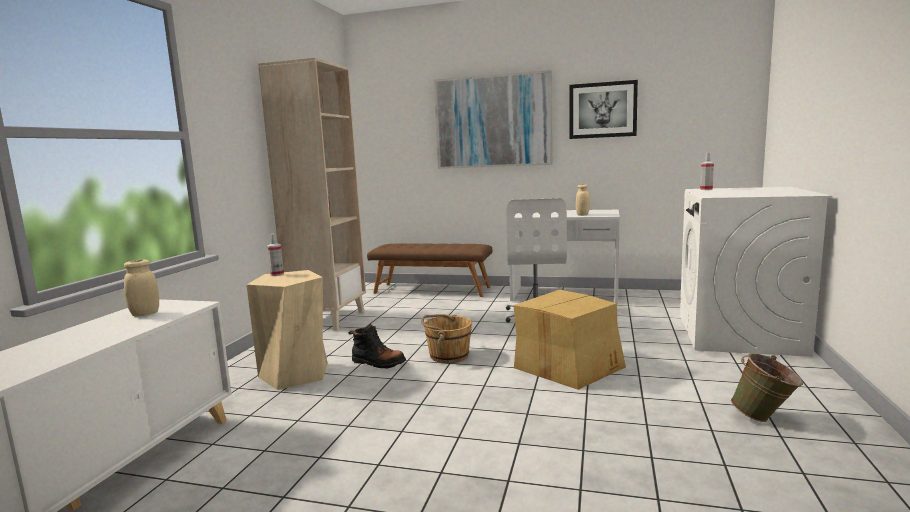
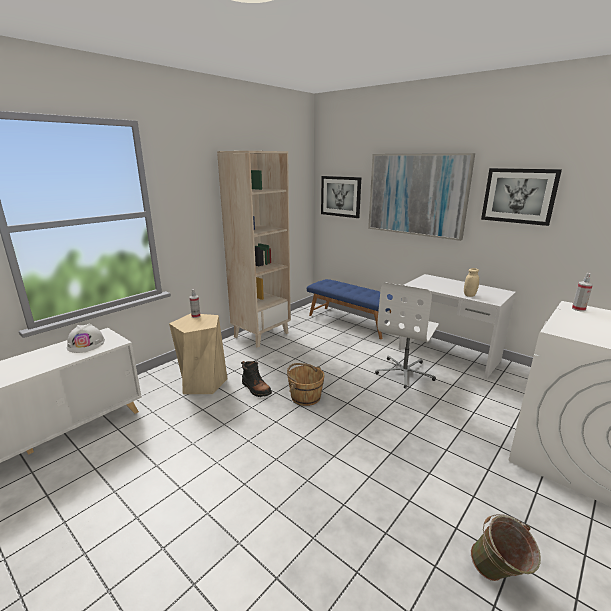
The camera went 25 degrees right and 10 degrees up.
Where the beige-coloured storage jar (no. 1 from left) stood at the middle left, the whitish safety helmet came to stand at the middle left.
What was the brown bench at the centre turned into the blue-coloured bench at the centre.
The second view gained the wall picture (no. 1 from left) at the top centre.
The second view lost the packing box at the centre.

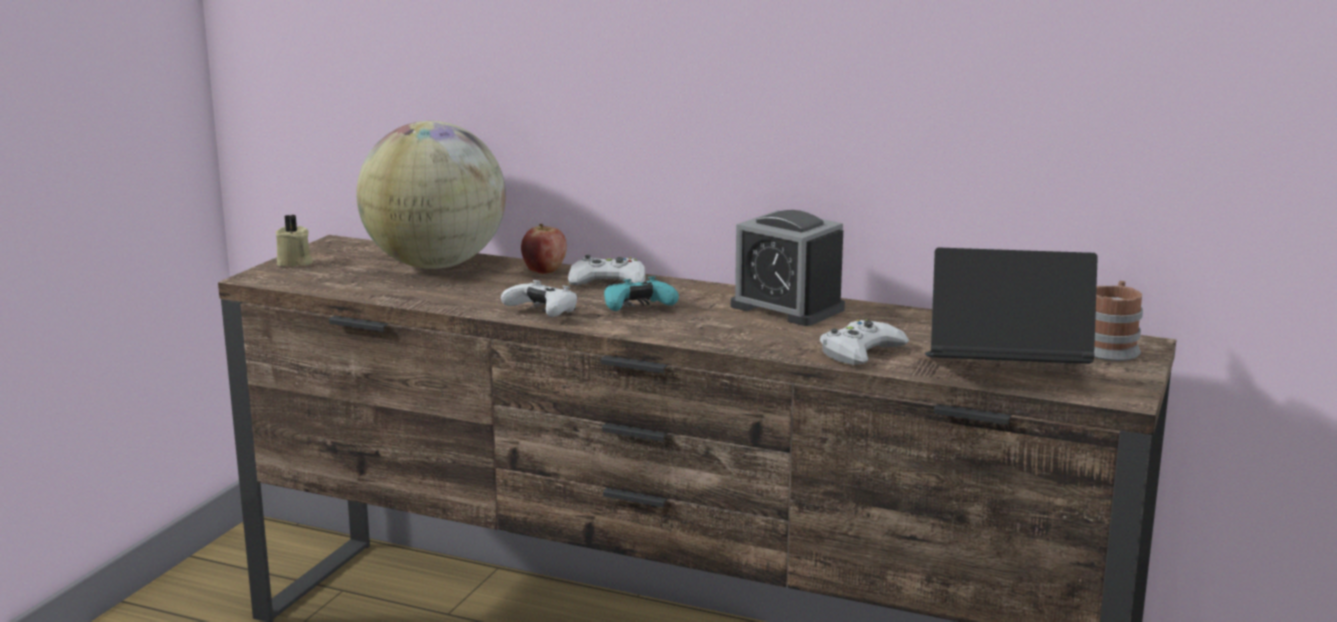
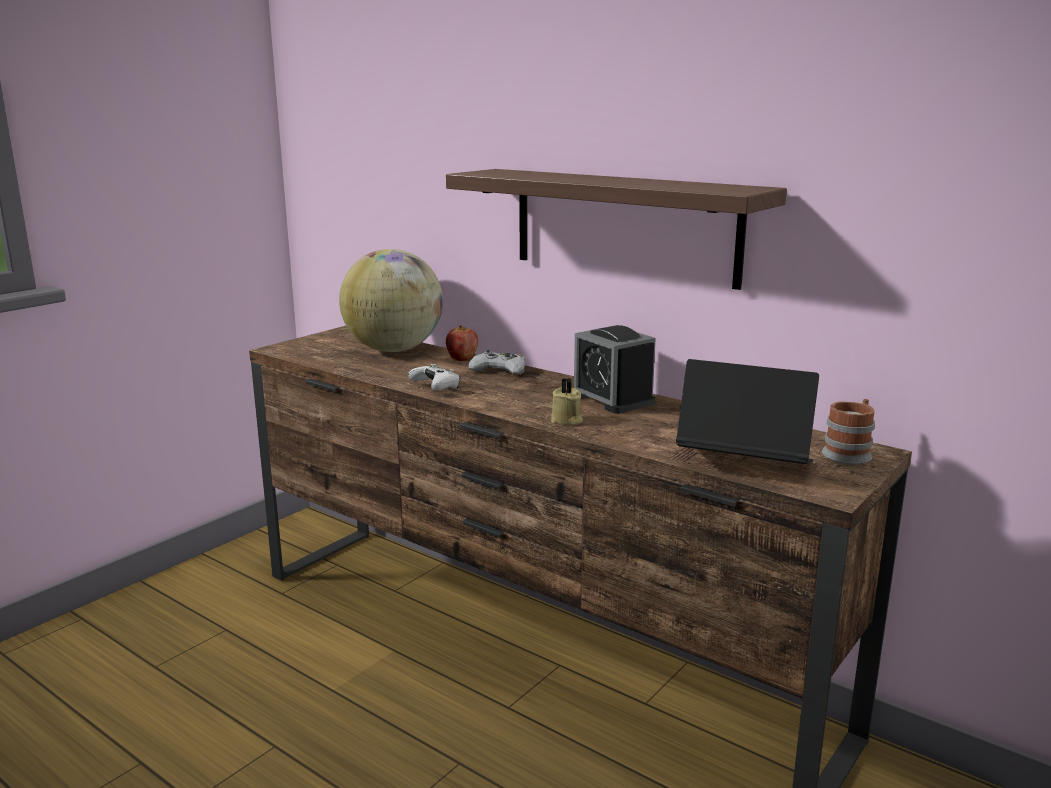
The camera went 15 degrees right and 0 degrees up.
The second view gained the wall shelf at the top centre.
The beige-coloured candle ended up elsewhere, having gone from the middle left to the centre.
The second view lost the blue-green gamepad at the centre.
The second view lost the whitish gamepad (no. 3 from left) at the centre.

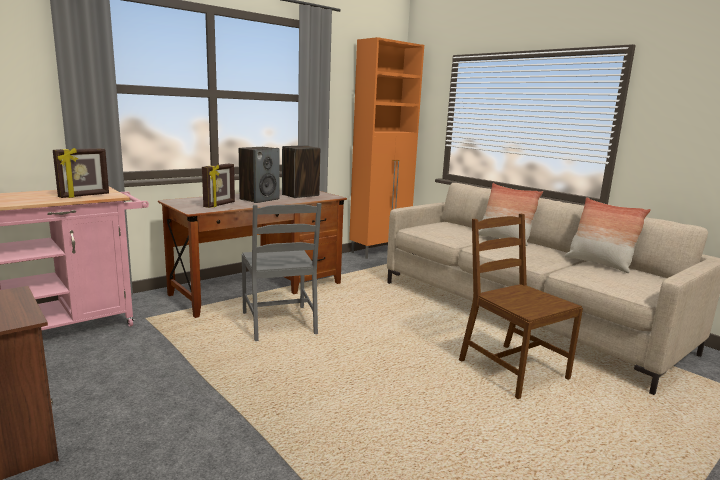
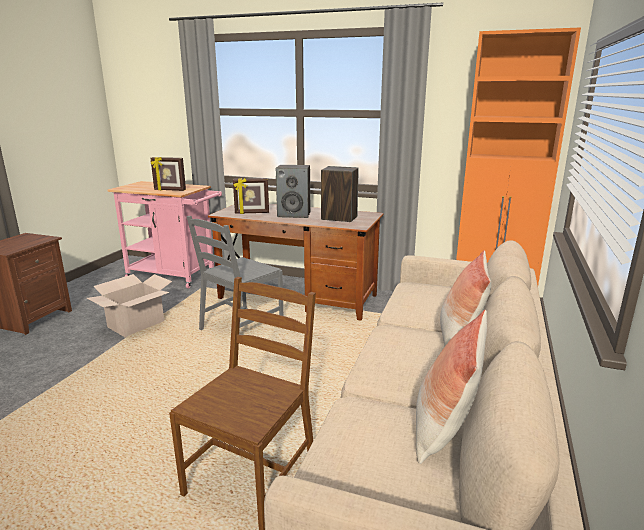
The camera went 60 degrees right and 5 degrees up.
The second view gained the packing box at the middle left.

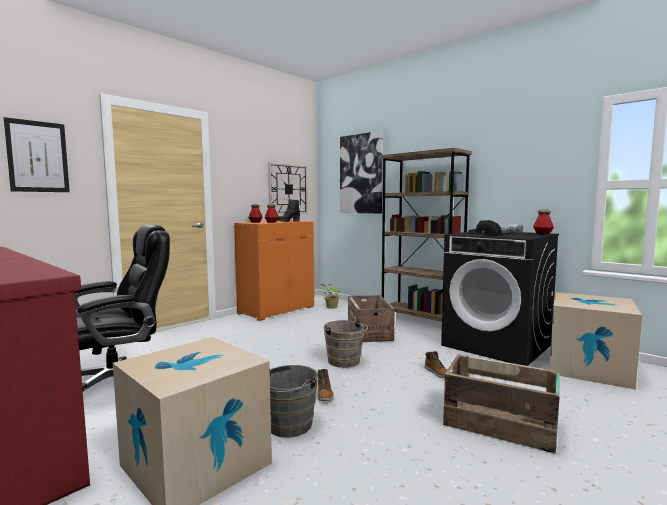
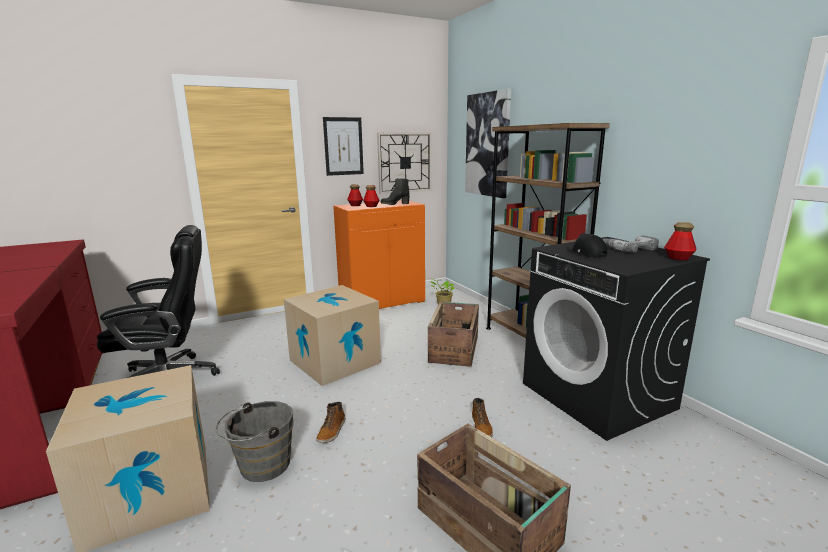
The camera went 20 degrees right and 10 degrees up.
The packing box (no. 2 from left) ended up elsewhere, having gone from the bottom right to the centre.
The wall picture (no. 1 from left) ended up elsewhere, having gone from the top left to the top centre.
The second view lost the brown bucket at the bottom centre.

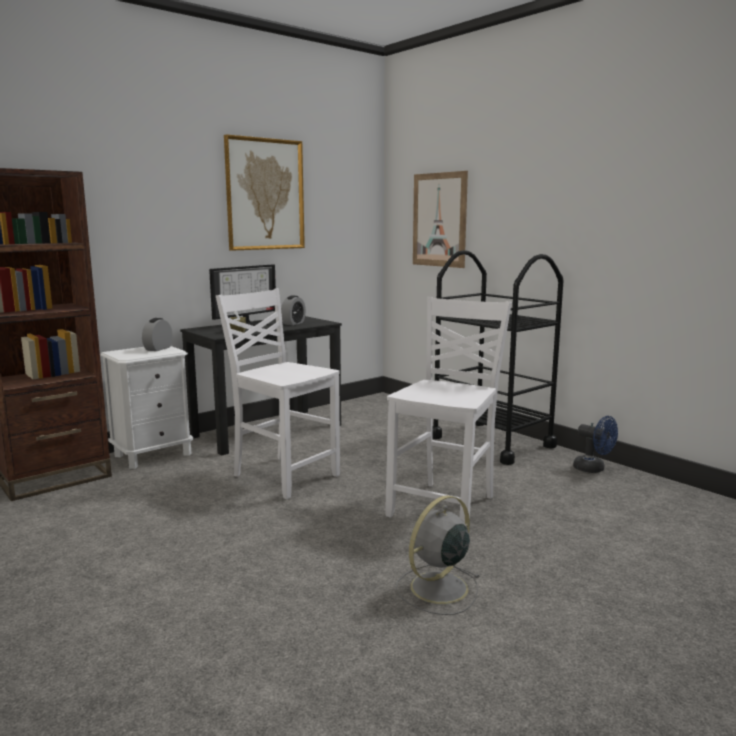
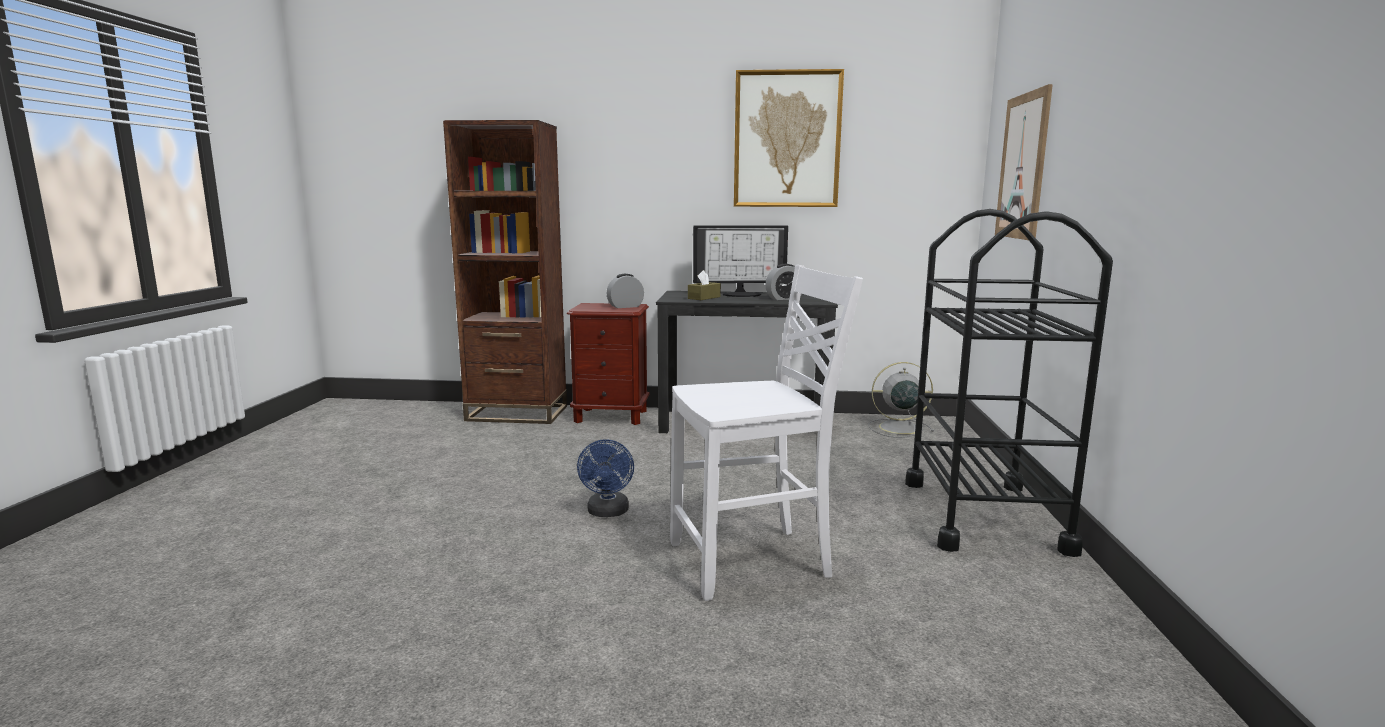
The camera went 45 degrees right and 0 degrees up.
What was the whitish nightstand at the middle left turned into the brown nightstand at the centre.
The blue-coloured fan ended up elsewhere, having gone from the middle right to the centre.
The gray fan ended up elsewhere, having gone from the bottom centre to the centre.
The second view lost the whitish plain chair (no. 1 from left) at the centre.

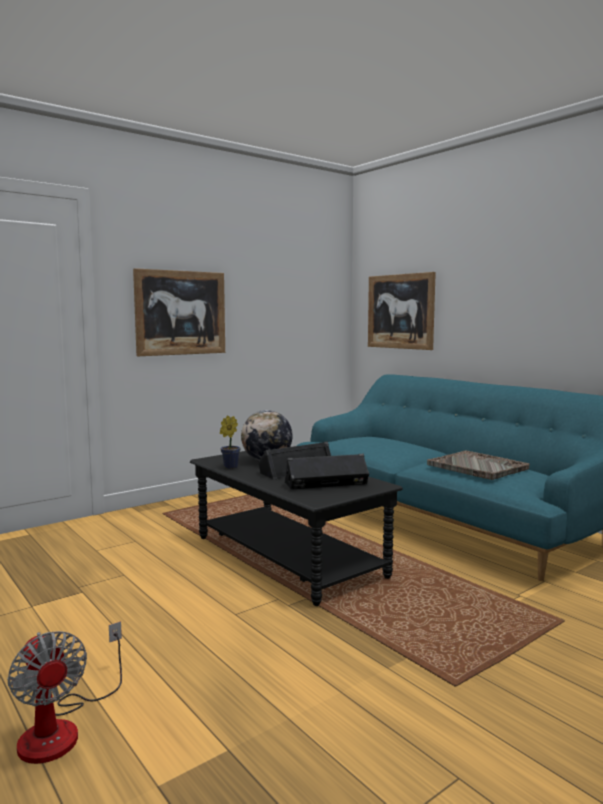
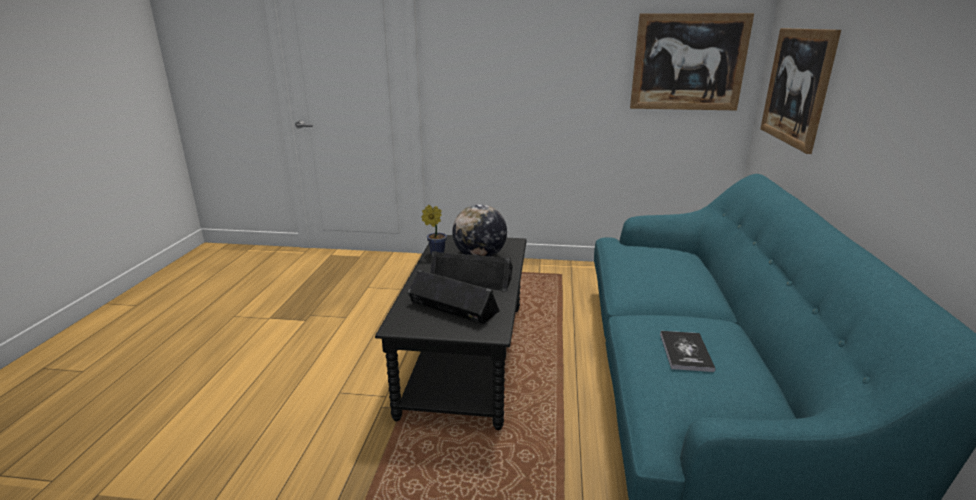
The camera went 45 degrees right and 15 degrees up.
The wall picture (no. 1 from left) ended up elsewhere, having gone from the middle left to the top right.
Where the gray carrying tray stood at the middle right, the book came to stand at the bottom right.
The second view lost the fan at the bottom left.

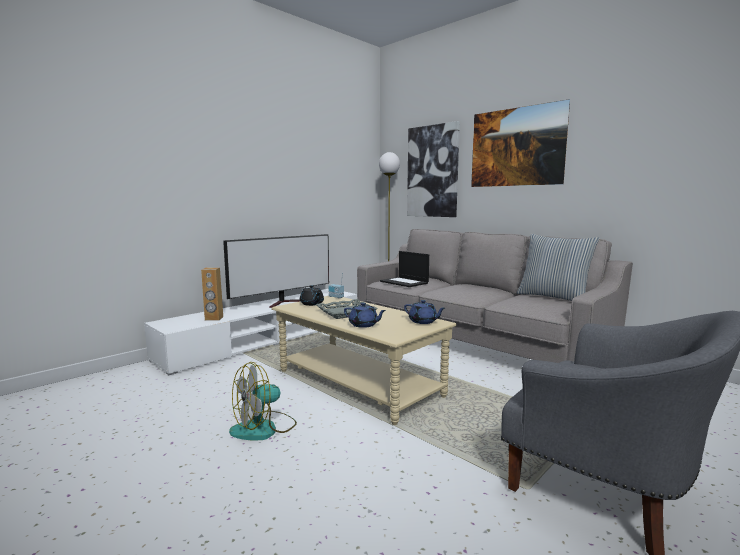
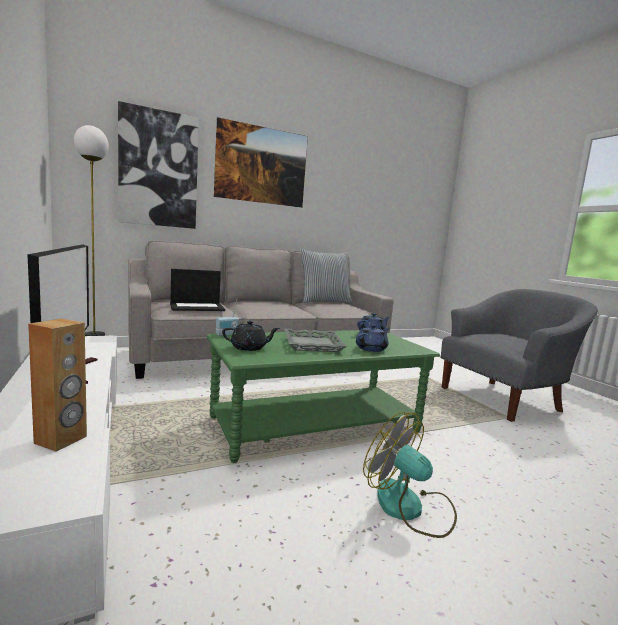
The camera went 70 degrees left and 0 degrees up.
What was the beige-coloured lounge table at the centre turned into the green lounge table at the centre.
The fan at the bottom centre ended up facing another way, 150 degrees clockwise from before.

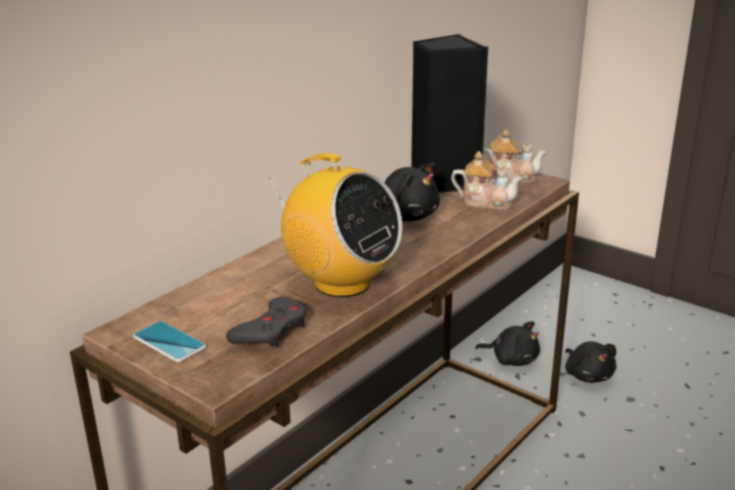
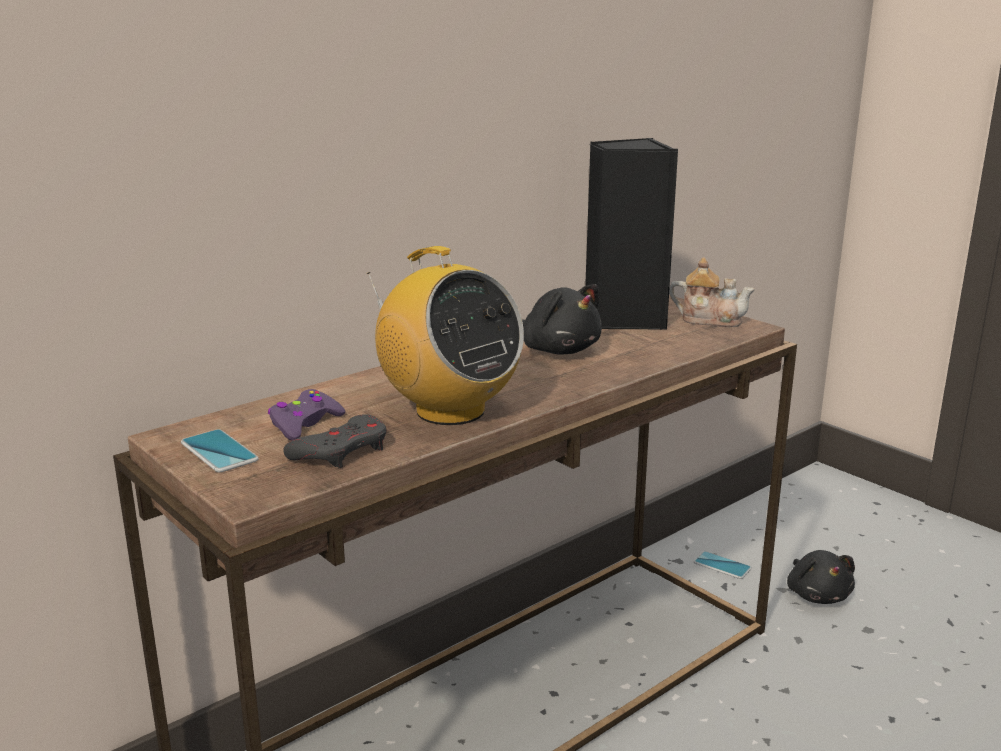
The camera went 10 degrees right and 5 degrees down.
The second view gained the purple-coloured gamepad at the middle left.
Where the blackish soft toy (no. 2 from left) stood at the bottom right, the handset (no. 2 from left) came to stand at the bottom right.
The second view lost the teapot (no. 1 from left) at the centre.

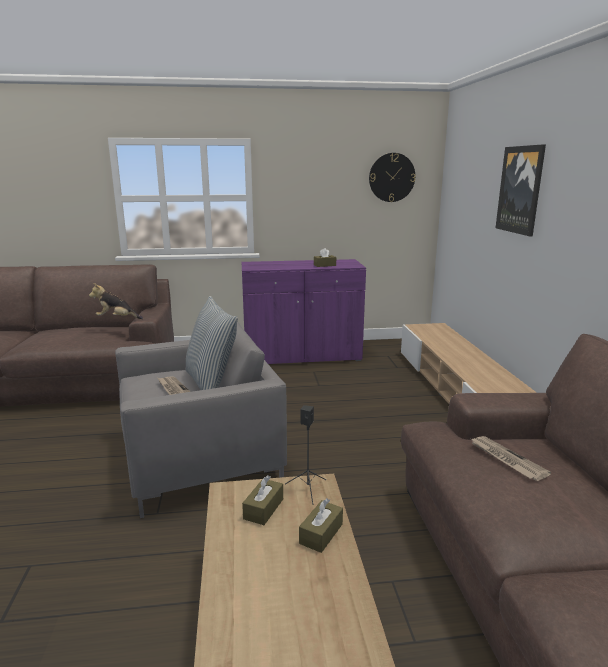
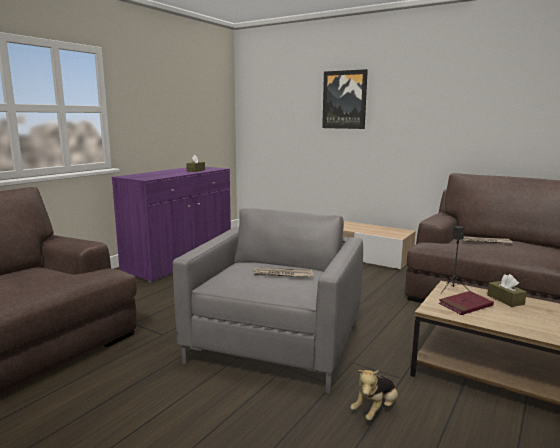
The camera went 50 degrees left and 5 degrees down.
The soft toy ended up elsewhere, having gone from the middle left to the bottom right.
Where the brown box of tissues (no. 1 from left) stood at the bottom centre, the red-coloured book came to stand at the bottom right.
The second view lost the cushion at the centre.
The second view lost the hanging clock at the top centre.

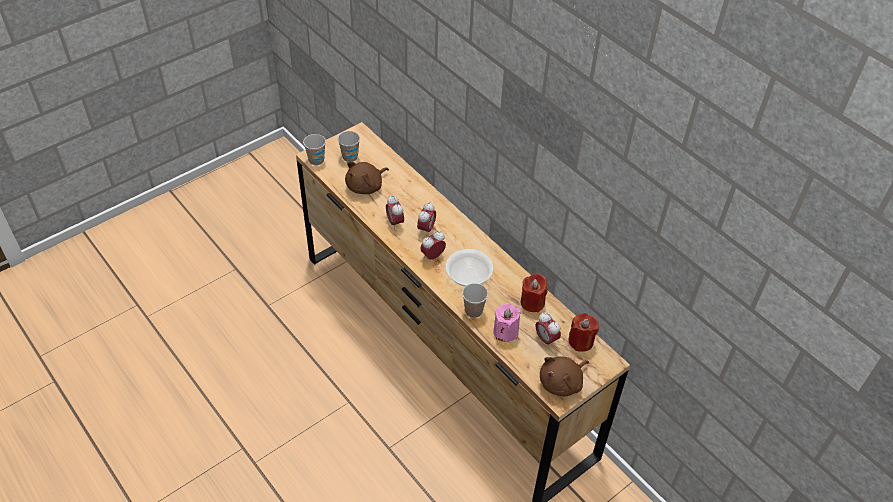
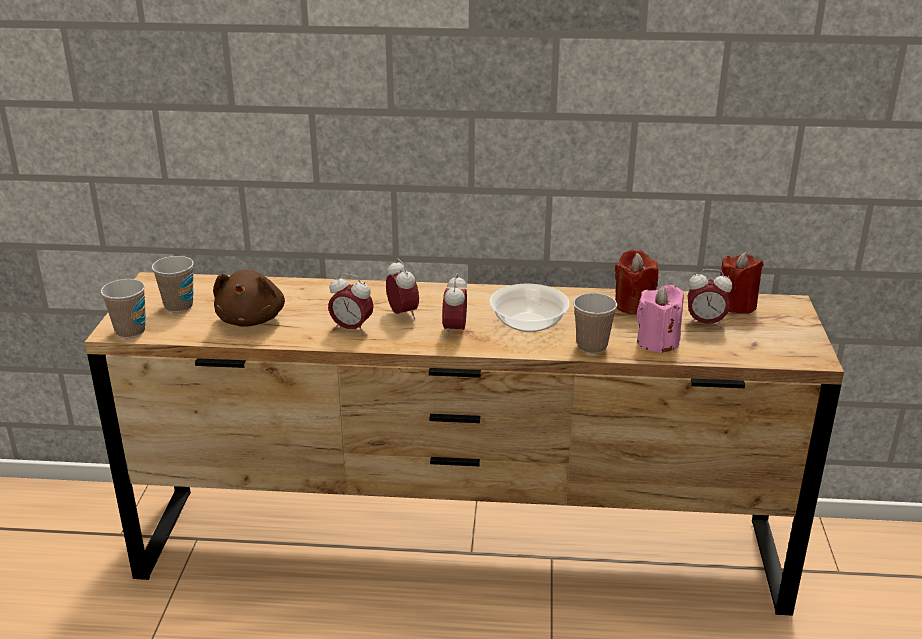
The camera went 45 degrees left and 20 degrees down.
The second view lost the brown soft toy (no. 2 from left) at the bottom centre.

